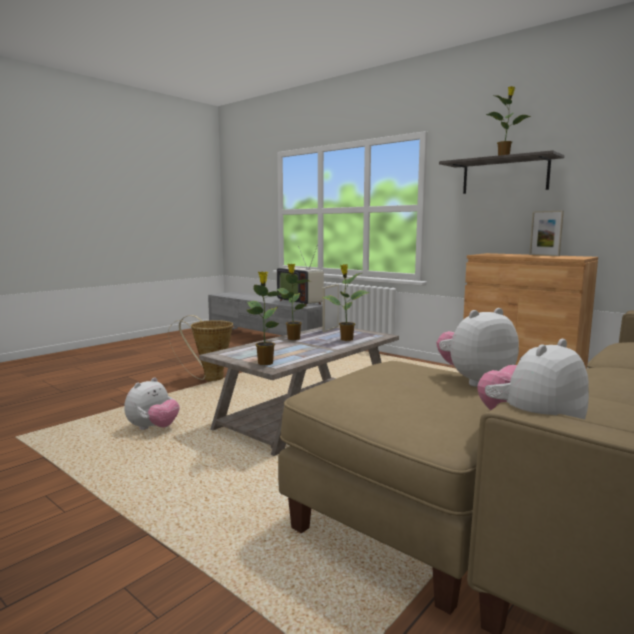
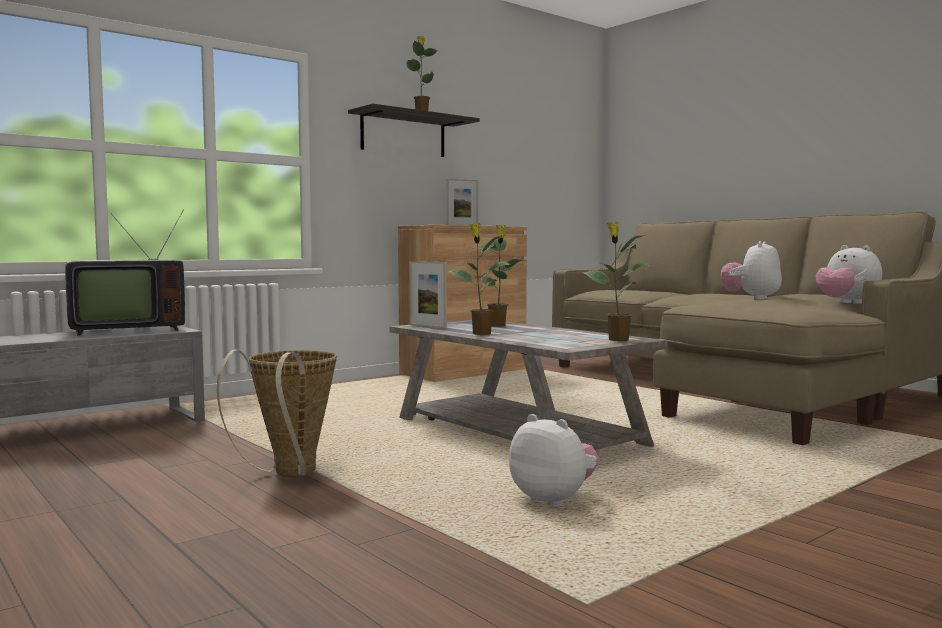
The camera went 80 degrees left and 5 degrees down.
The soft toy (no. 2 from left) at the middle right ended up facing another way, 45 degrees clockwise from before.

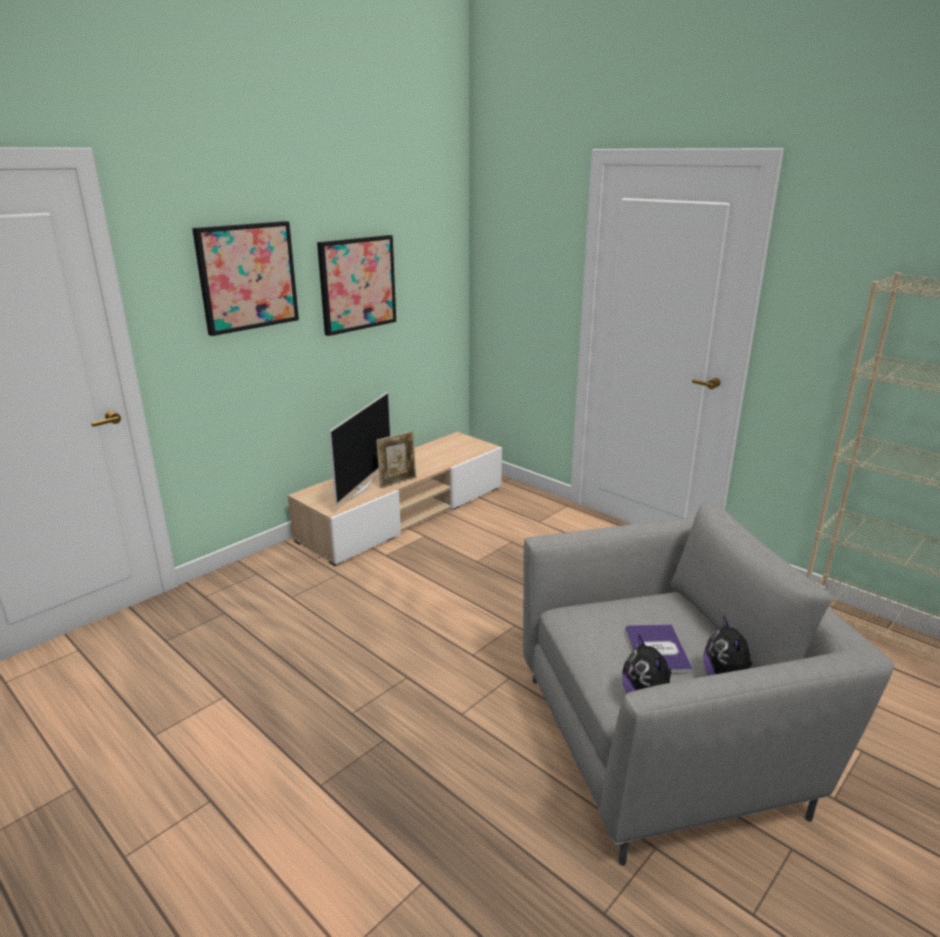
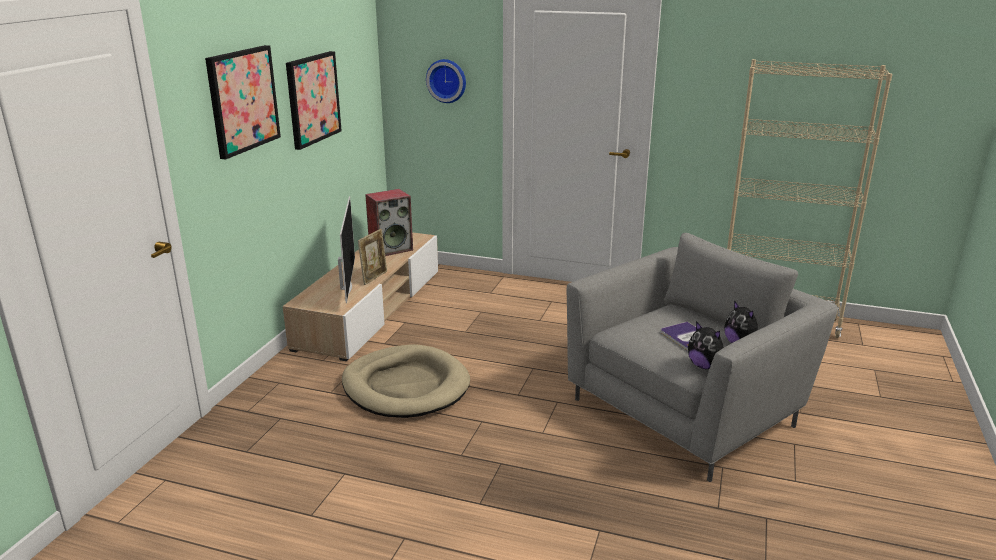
The camera went 25 degrees left and 0 degrees up.
The second view gained the beige-coloured dog bed at the bottom centre.
The second view gained the audio speaker at the centre.
The second view gained the hanging clock at the top centre.

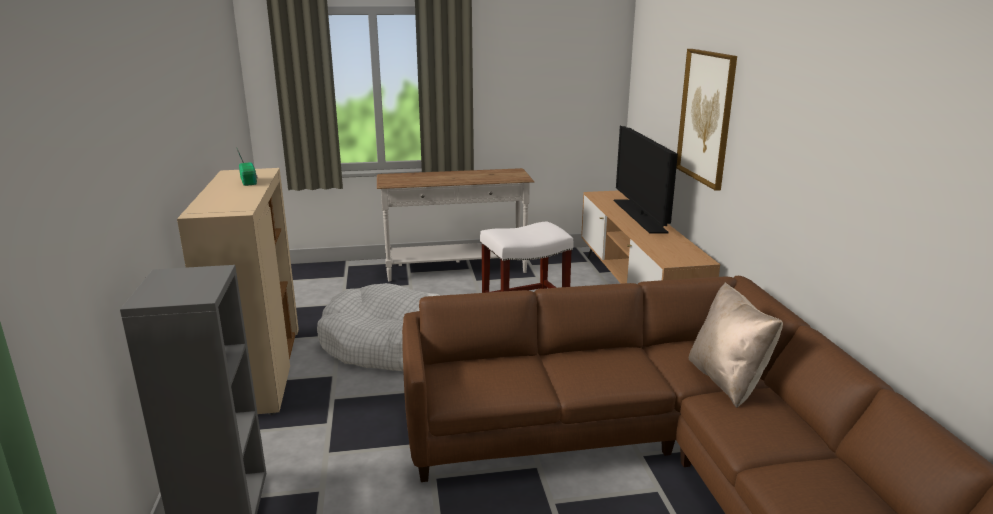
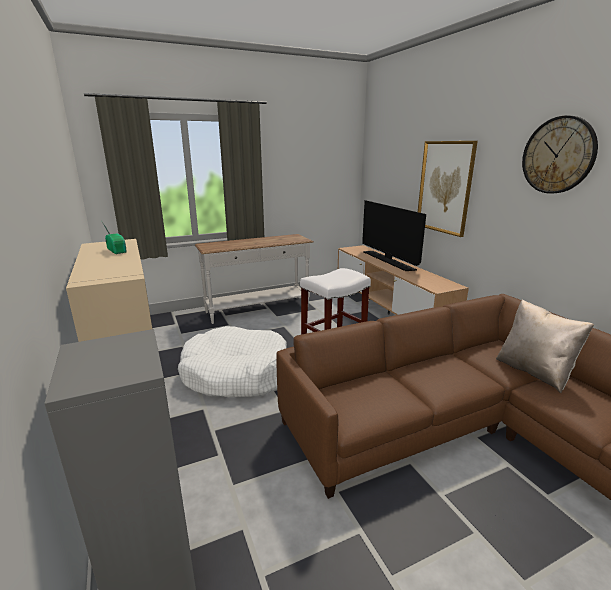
The camera went 15 degrees left and 0 degrees up.
The second view gained the hanging clock at the top right.

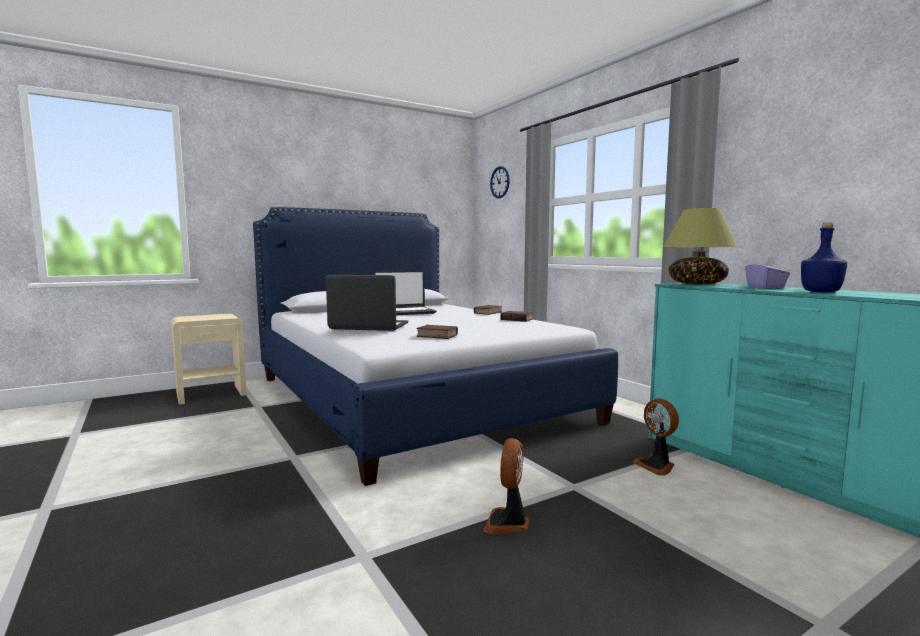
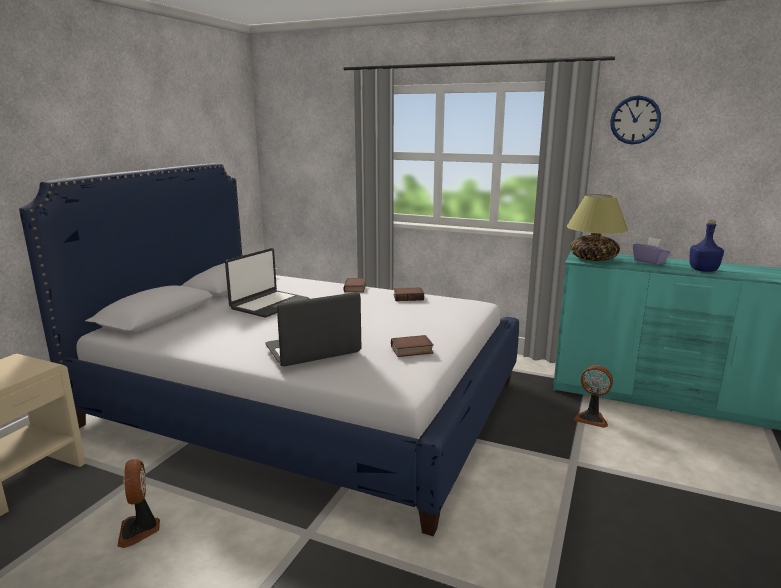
The camera went 35 degrees left and 10 degrees up.
The fan (no. 1 from left) ended up elsewhere, having gone from the bottom centre to the bottom left.
The hanging clock ended up elsewhere, having gone from the top centre to the top right.

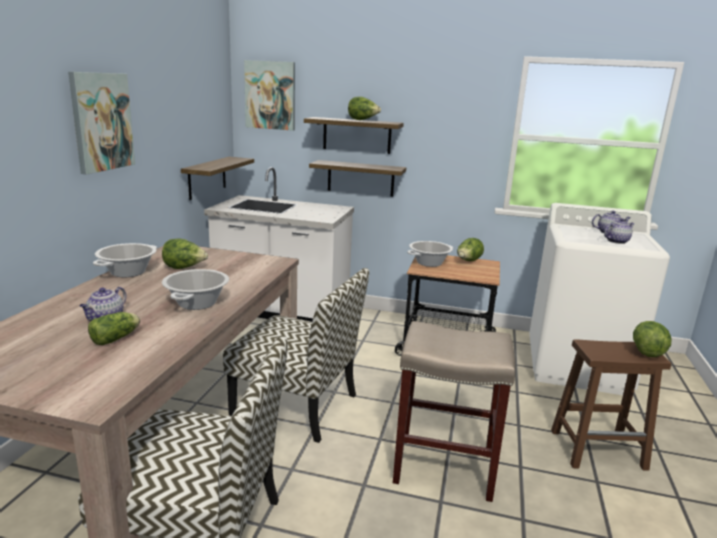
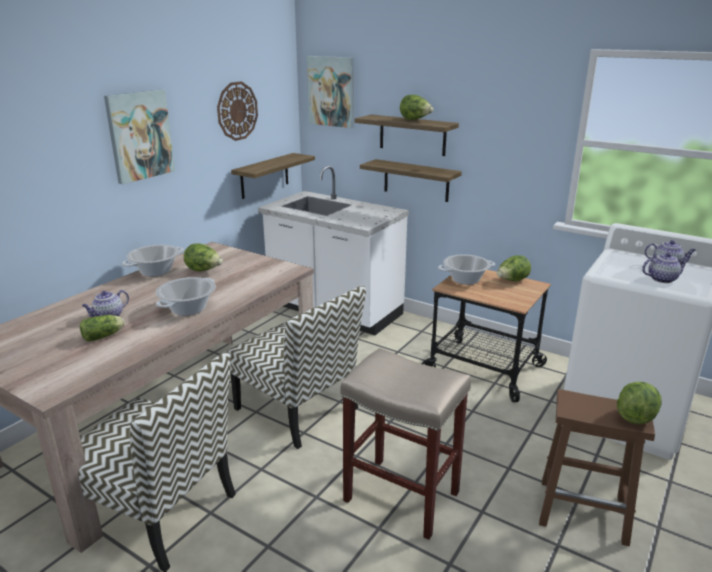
The camera went 20 degrees right and 5 degrees up.
The second view gained the hanging clock at the top left.

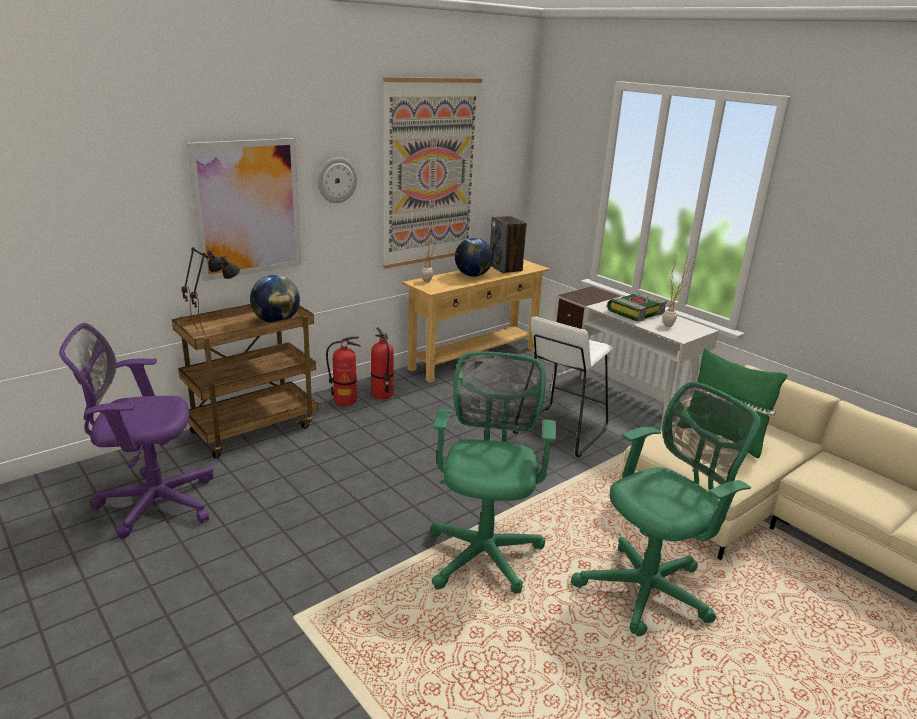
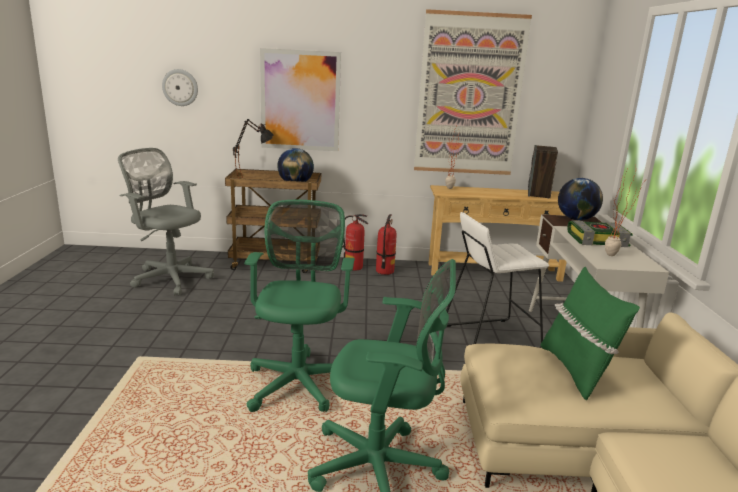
The camera went 40 degrees right and 5 degrees down.
What was the purple-coloured computer chair at the middle left turned into the gray computer chair at the middle left.
The hanging clock ended up elsewhere, having gone from the top centre to the top left.
The green computer chair (no. 1 from left) at the centre ended up facing another way, 45 degrees counterclockwise from before.
The desk globe (no. 2 from left) ended up elsewhere, having gone from the centre to the middle right.

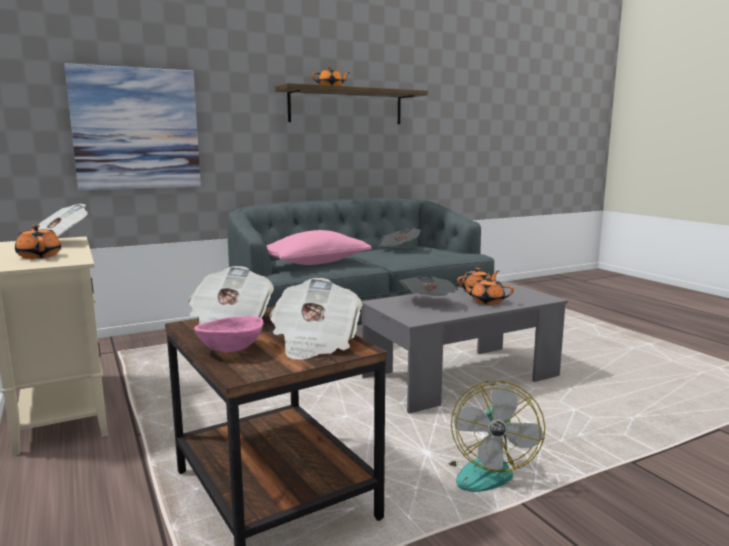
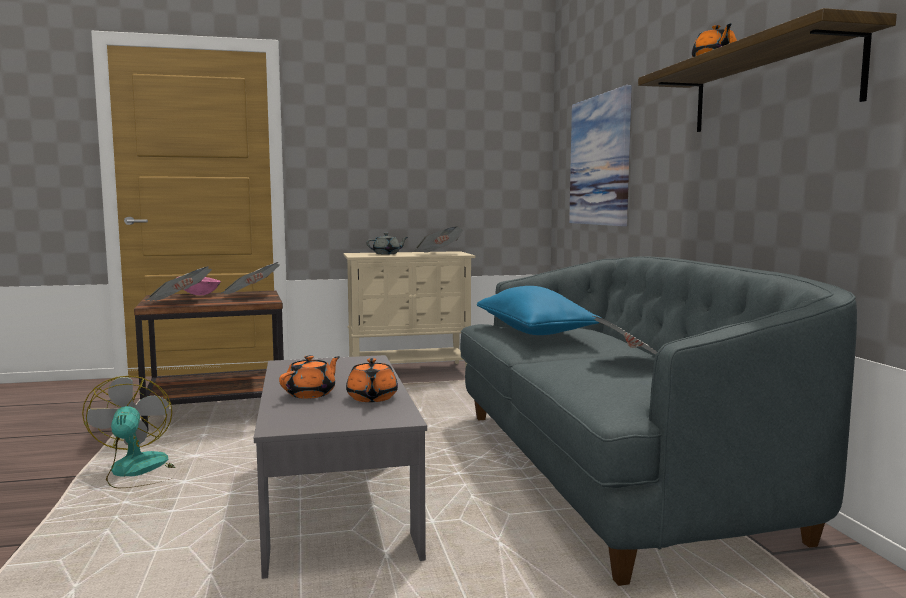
The camera went 105 degrees right and 5 degrees down.
The fan at the bottom right ended up facing another way, 45 degrees clockwise from before.
What was the orangey teapot (no. 1 from left) at the middle left turned into the gray teapot at the centre.
What was the pink-coloured cushion at the centre turned into the blue-coloured cushion at the centre.
The second view lost the newspaper (no. 5 from left) at the centre.

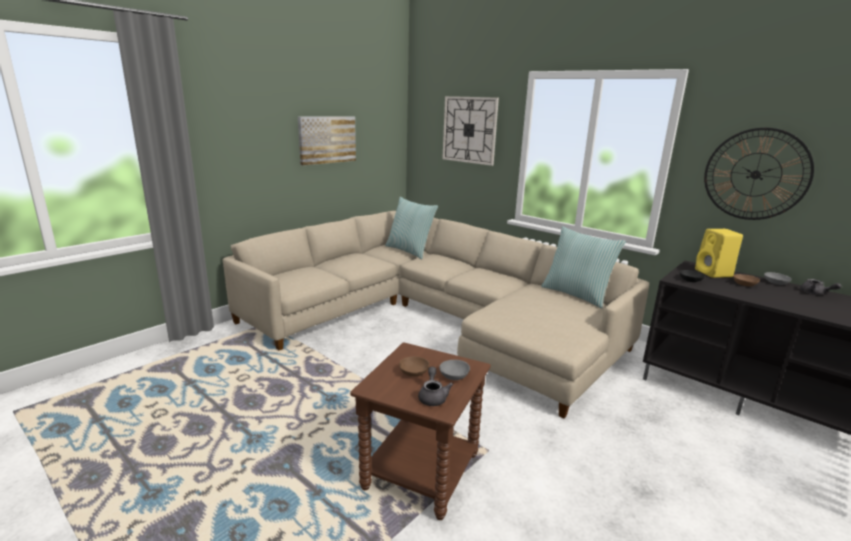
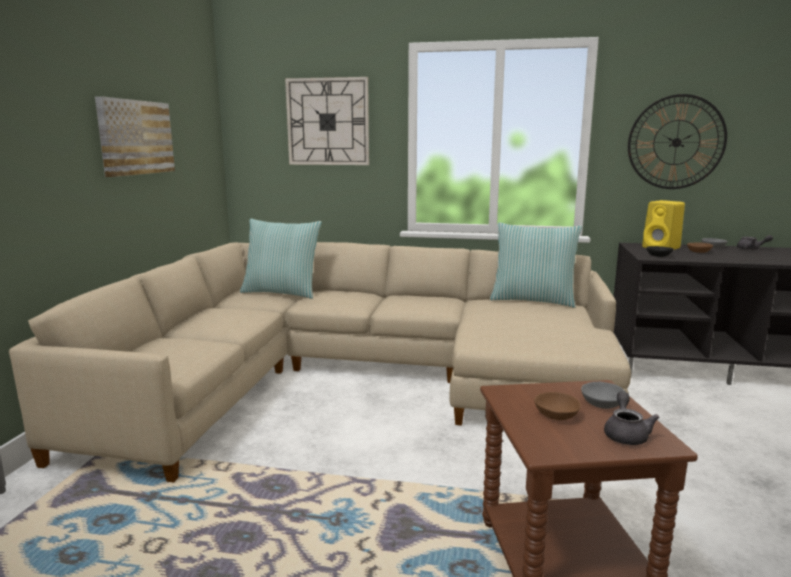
The camera went 30 degrees left and 5 degrees down.
The gray teapot (no. 1 from left) at the bottom centre ended up facing another way, 45 degrees clockwise from before.

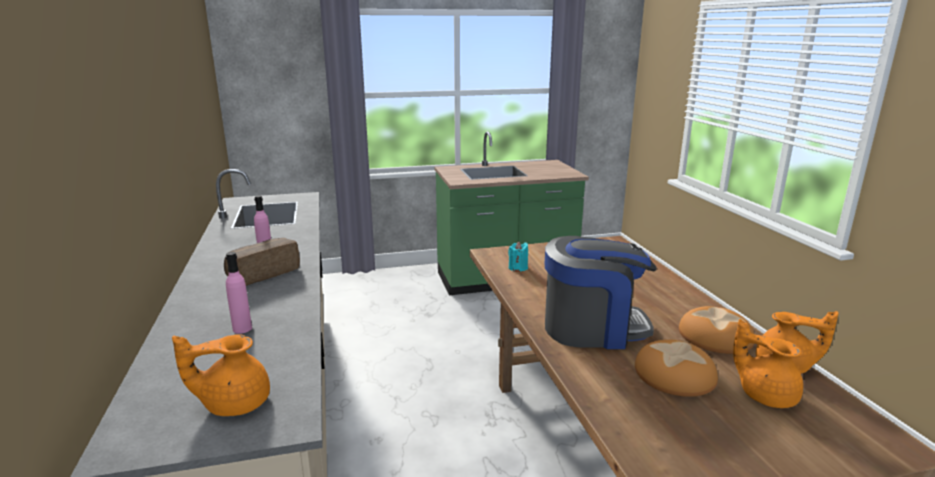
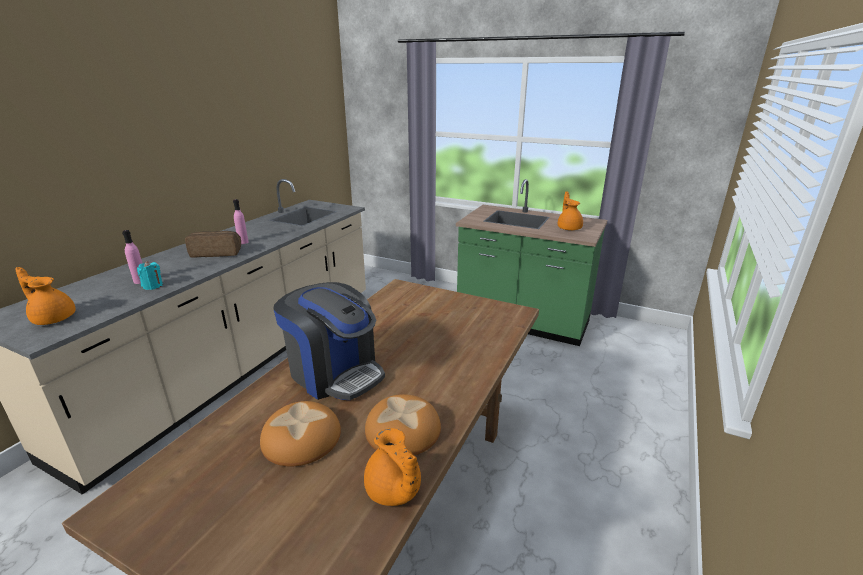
The camera went 40 degrees right and 5 degrees up.
The blue-green candle ended up elsewhere, having gone from the centre to the middle left.
The orangey teapot (no. 2 from left in the first image) ended up elsewhere, having gone from the bottom right to the centre.

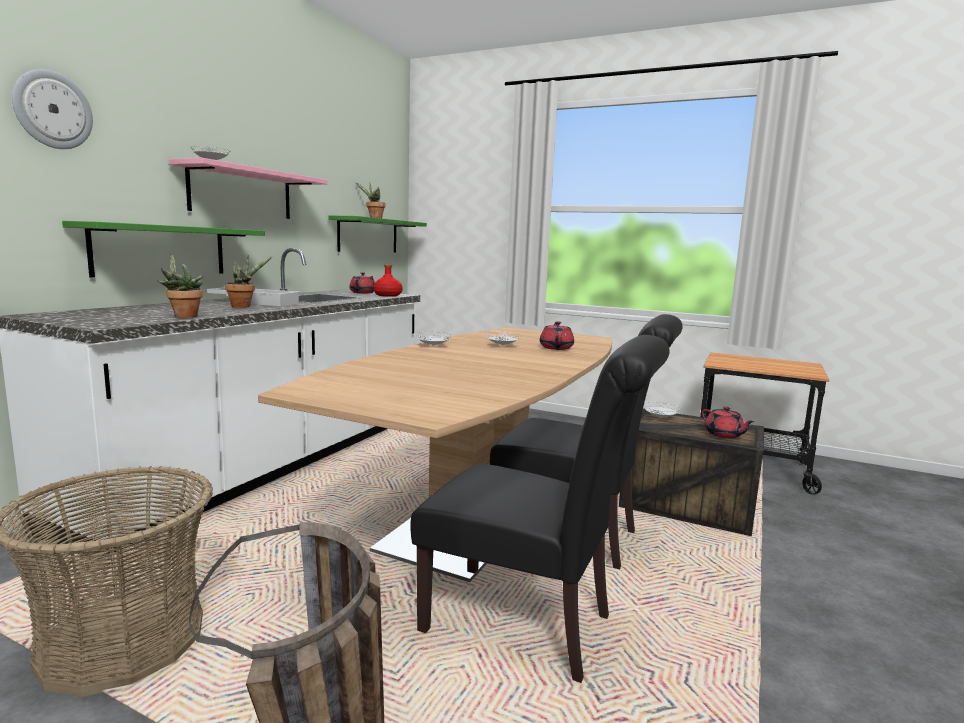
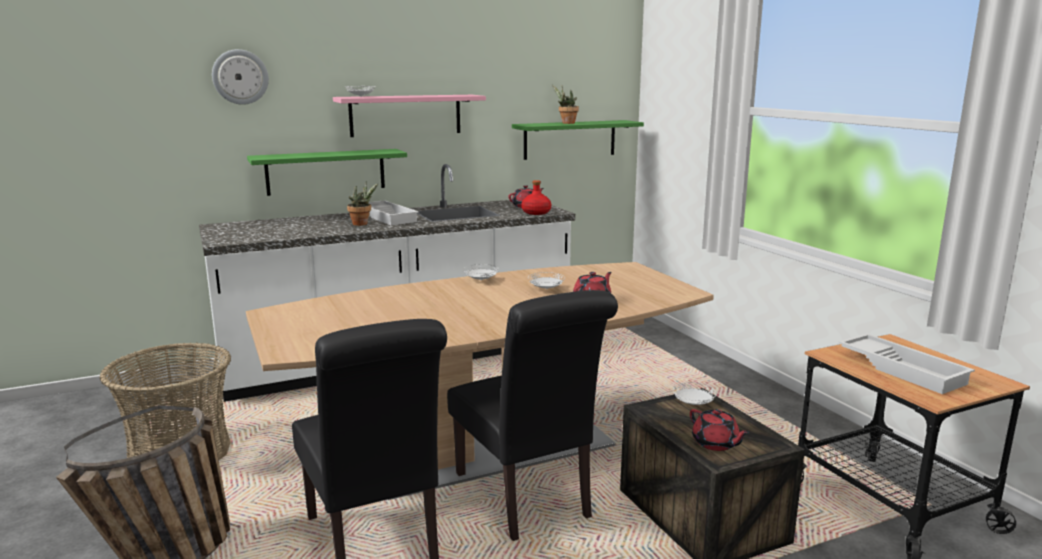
The camera went 40 degrees right and 5 degrees up.
The red-coloured teapot (no. 3 from left) at the middle right ended up facing another way, 45 degrees counterclockwise from before.
The second view gained the whitish carrying tray (no. 2 from left) at the middle right.
The second view lost the potted plant (no. 1 from left) at the middle left.

